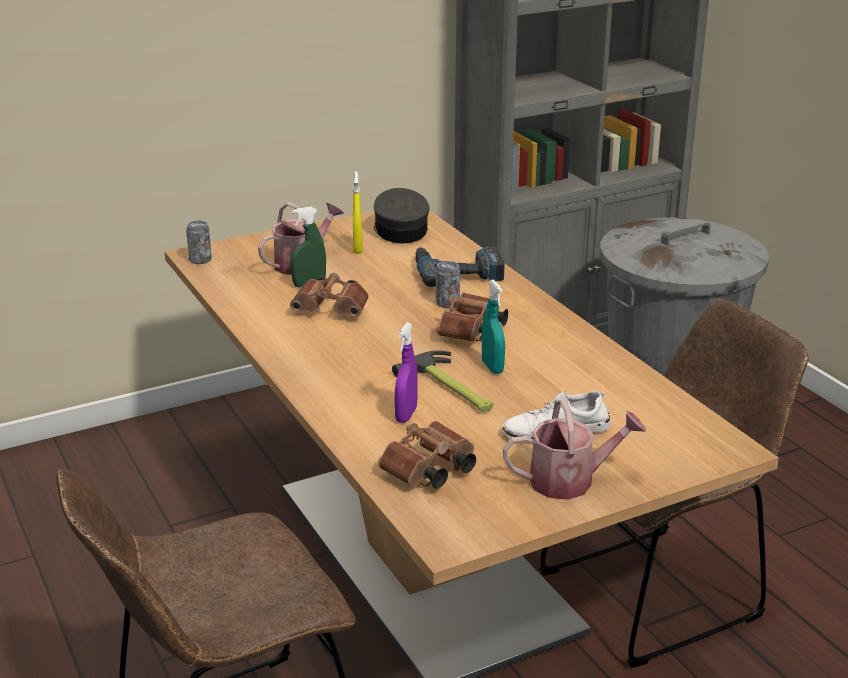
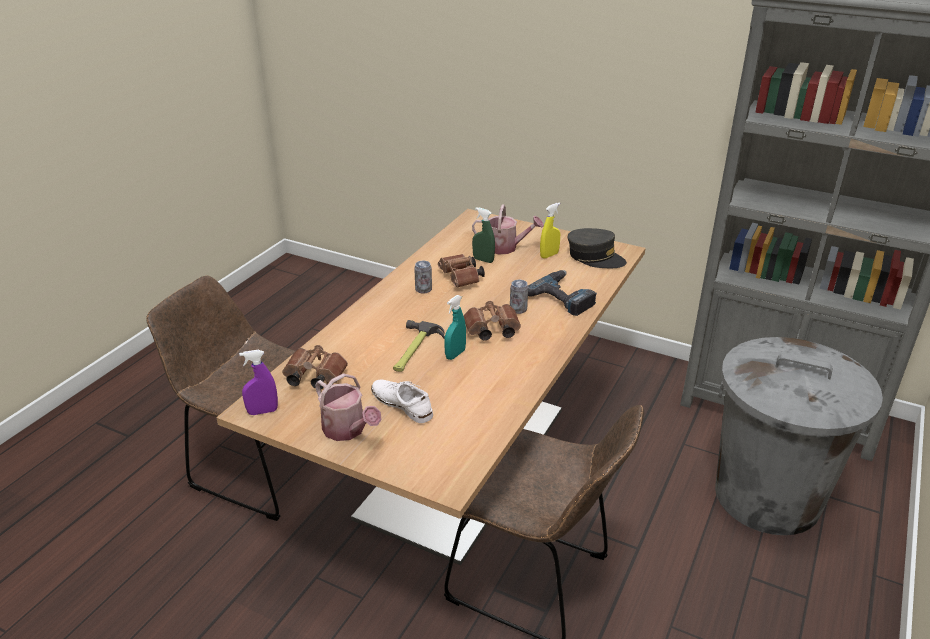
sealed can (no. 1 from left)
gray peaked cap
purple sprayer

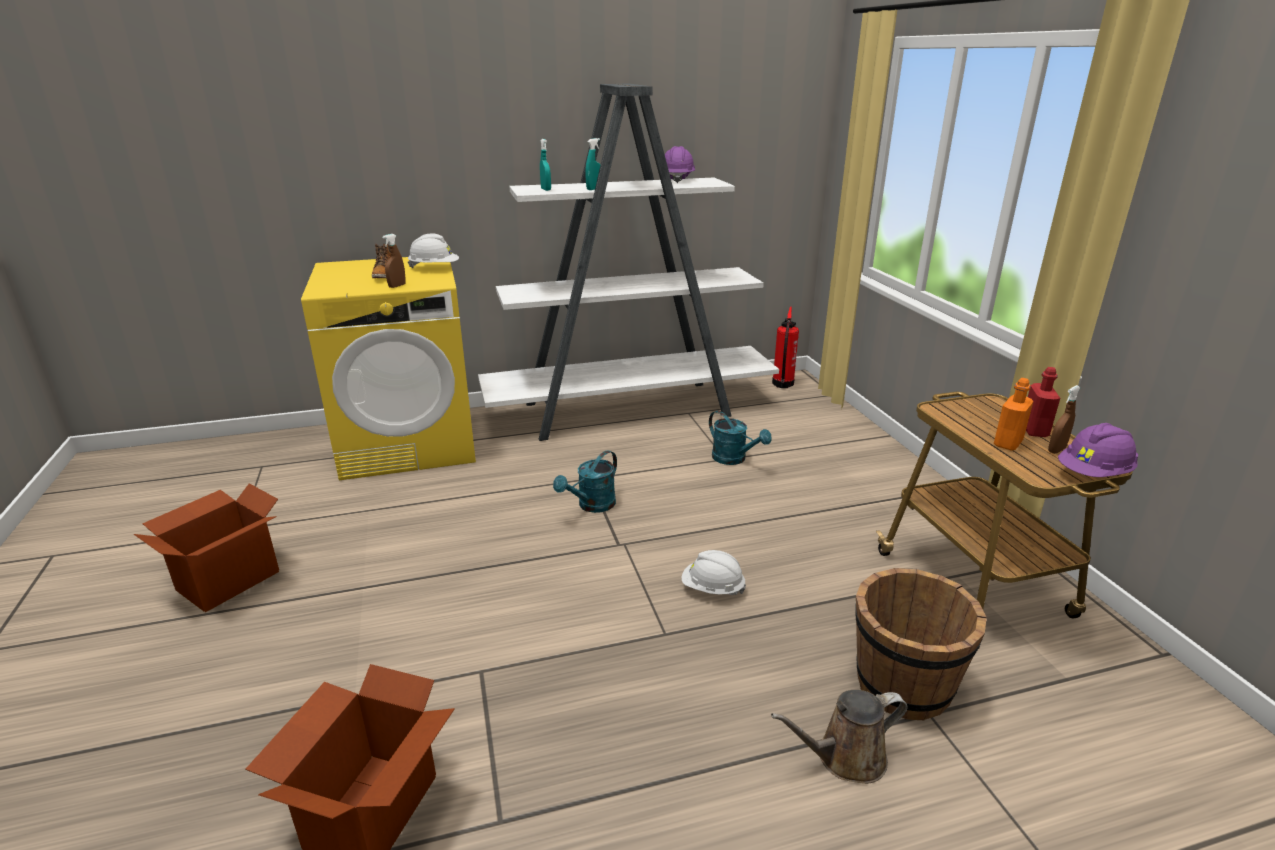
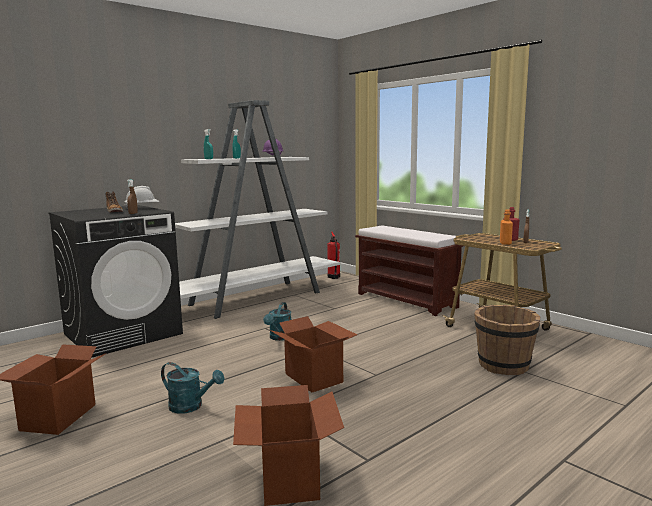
blackish laundry machine
white-coloured safety helmet (no. 2 from left in the first image)
turquoise sprinkling can (no. 1 from left)
brownish sprinkling can
purple safety helmet (no. 2 from left in the first image)
cardboard box (no. 3 from left)
brownish indoor bench

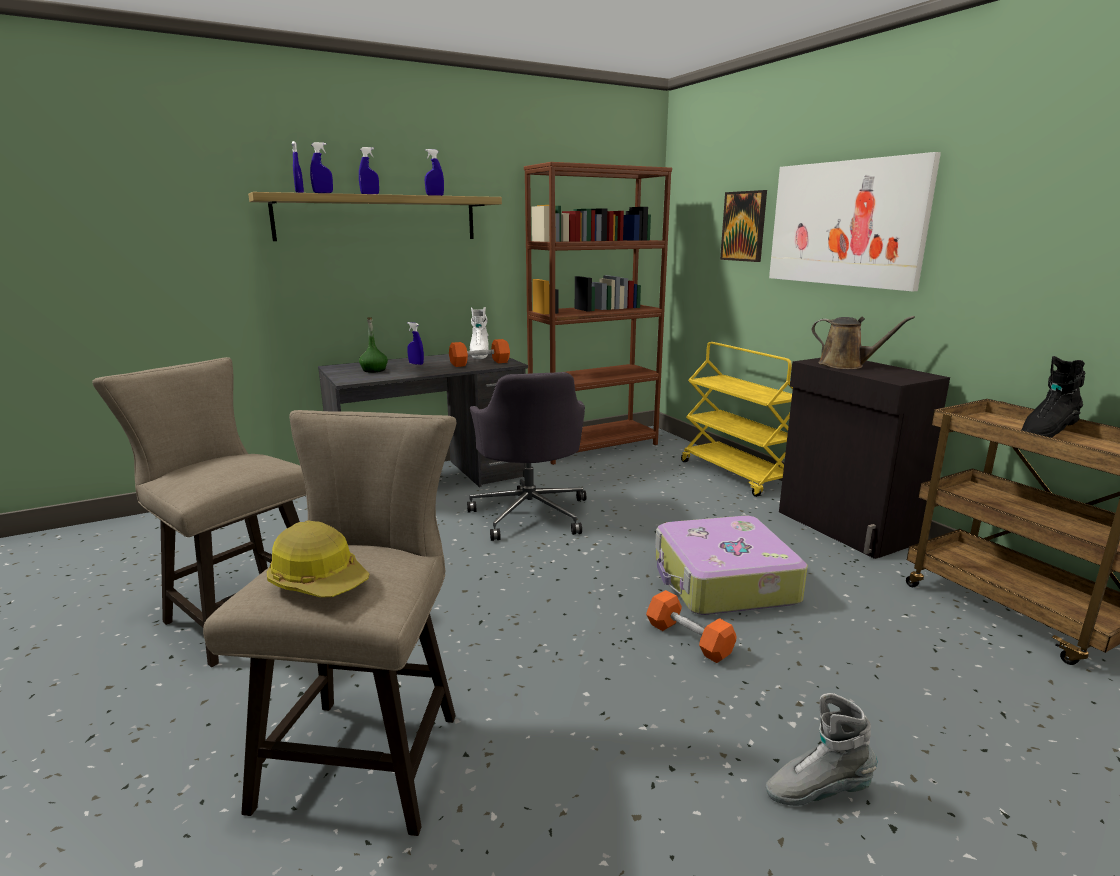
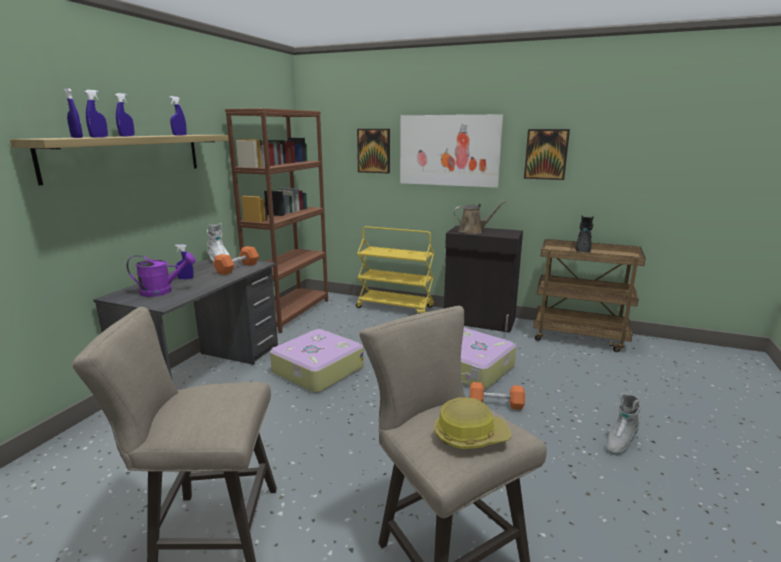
purple sprinkling can
piece of luggage (no. 1 from left)
wall picture (no. 3 from left)

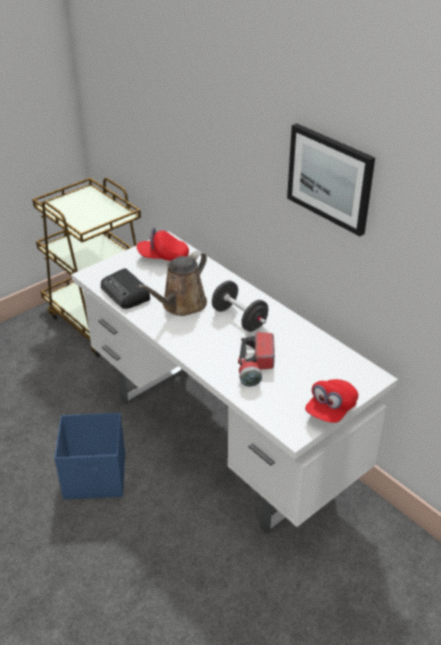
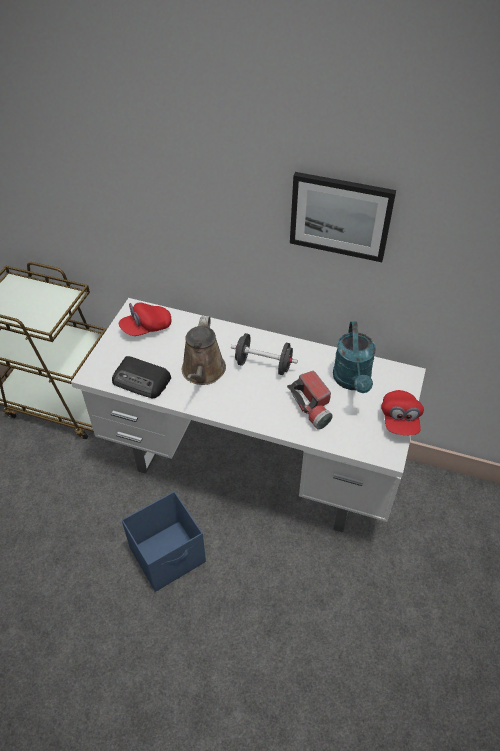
turquoise sprinkling can

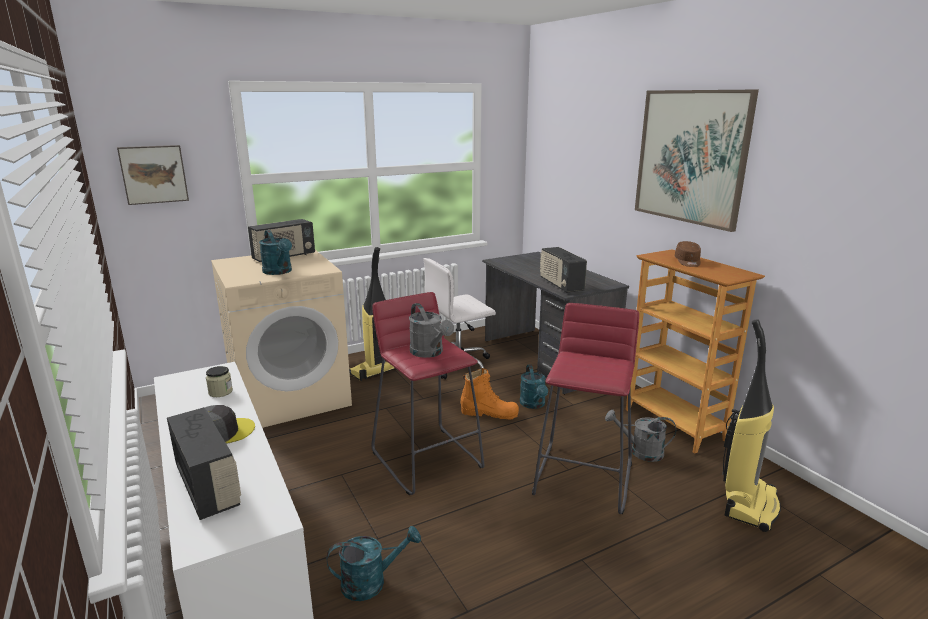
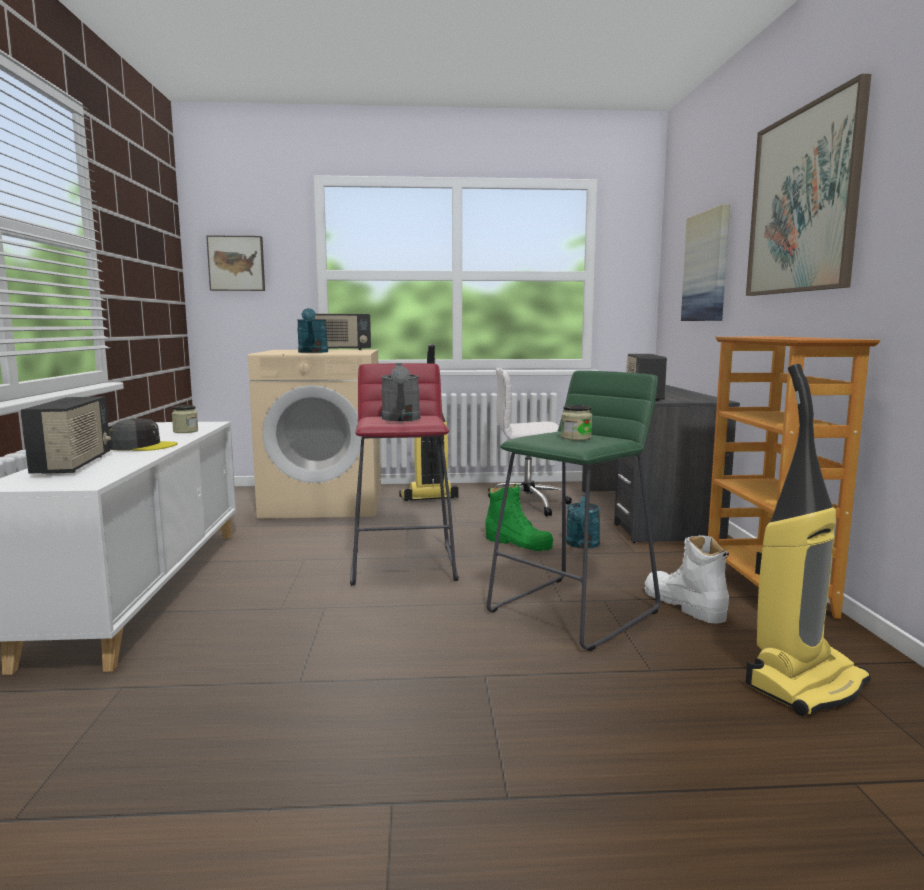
turquoise sprinkling can (no. 2 from left in the first image)
green-coloured tall boot
green-coloured stool seat
white-coloured tall boot
brownish peaked cap
jar (no. 2 from left)
wall picture (no. 2 from left)

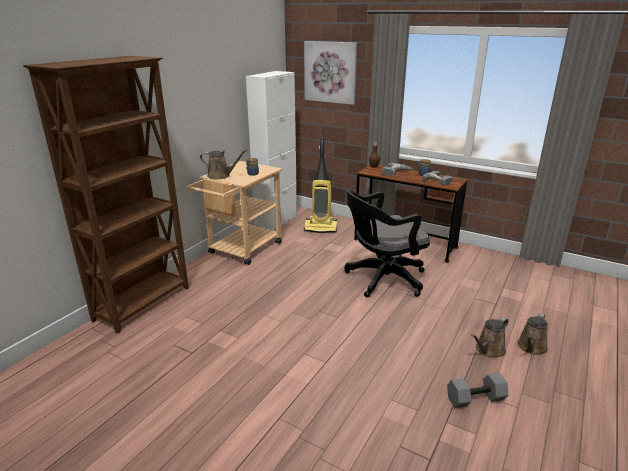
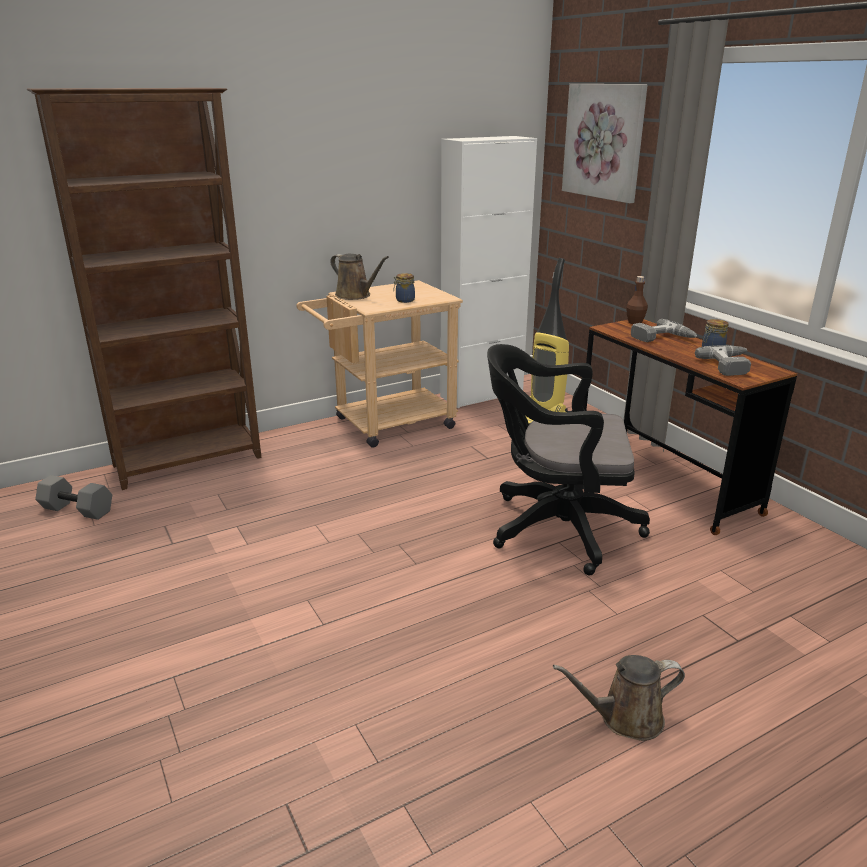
gray hand weight
brownish sprinkling can (no. 3 from left in the first image)

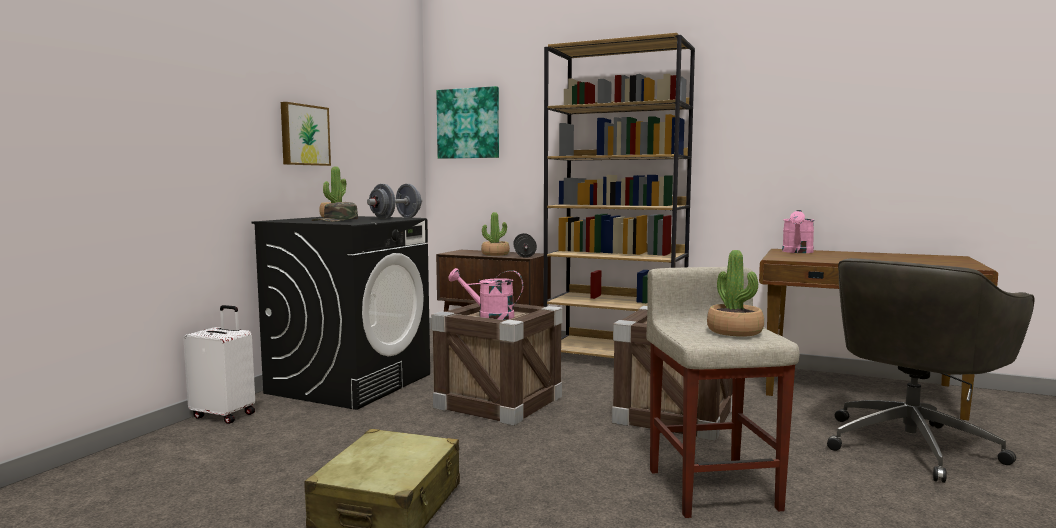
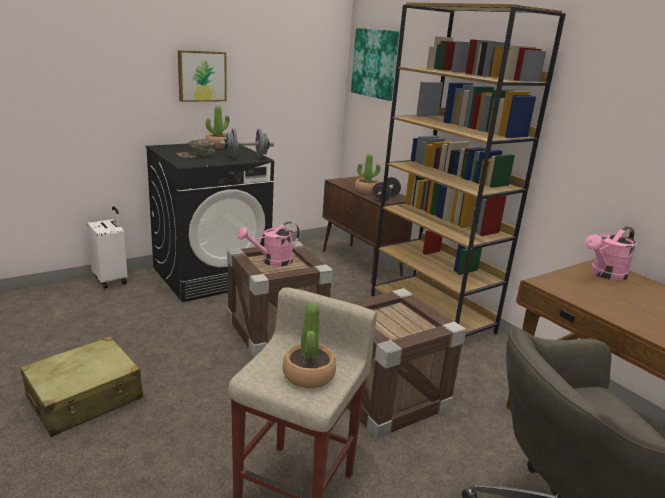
pinkish sprinkling can (no. 1 from left)

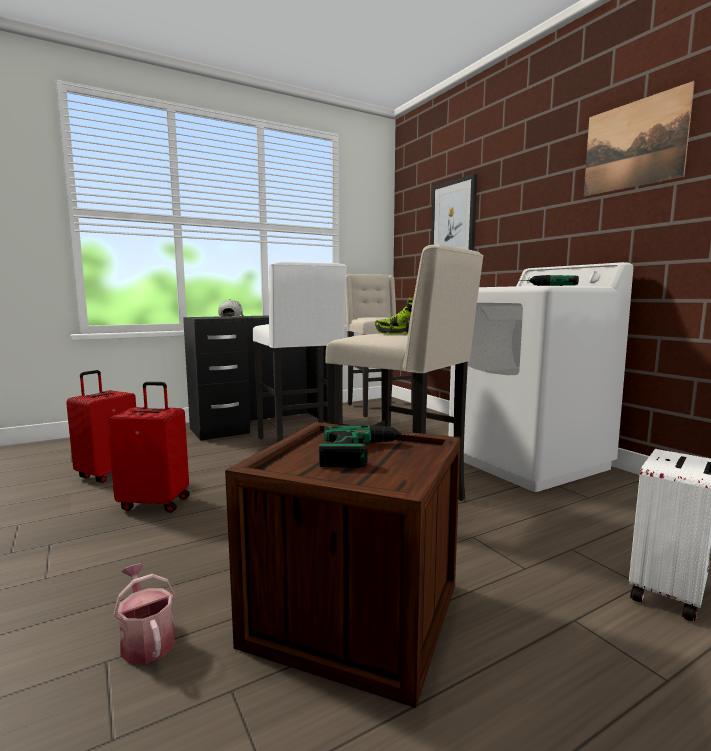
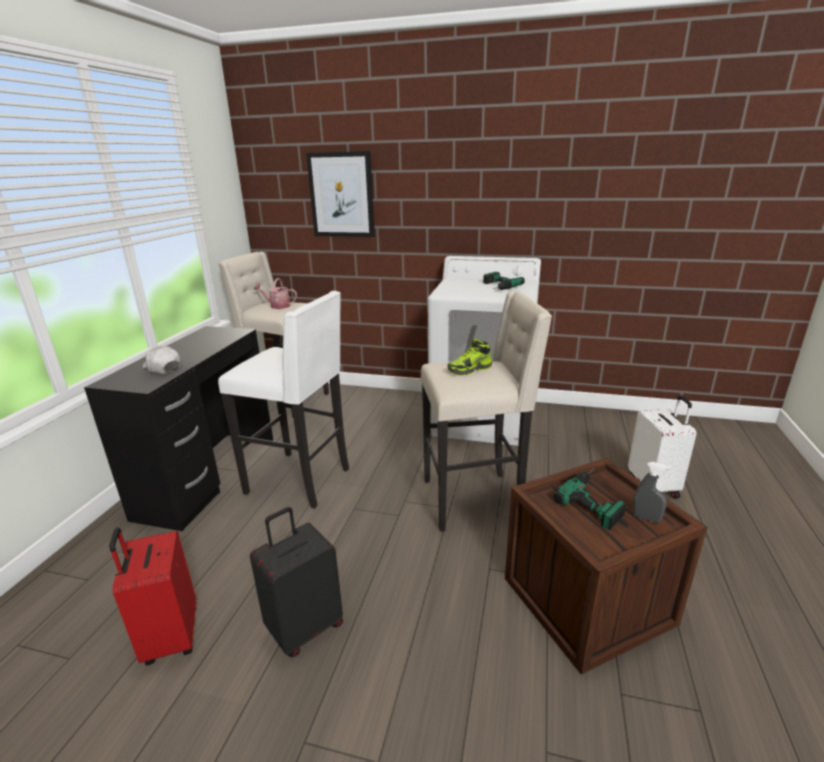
blackish piece of luggage
sprinkling can
wall picture (no. 2 from left in the first image)
gray sprayer

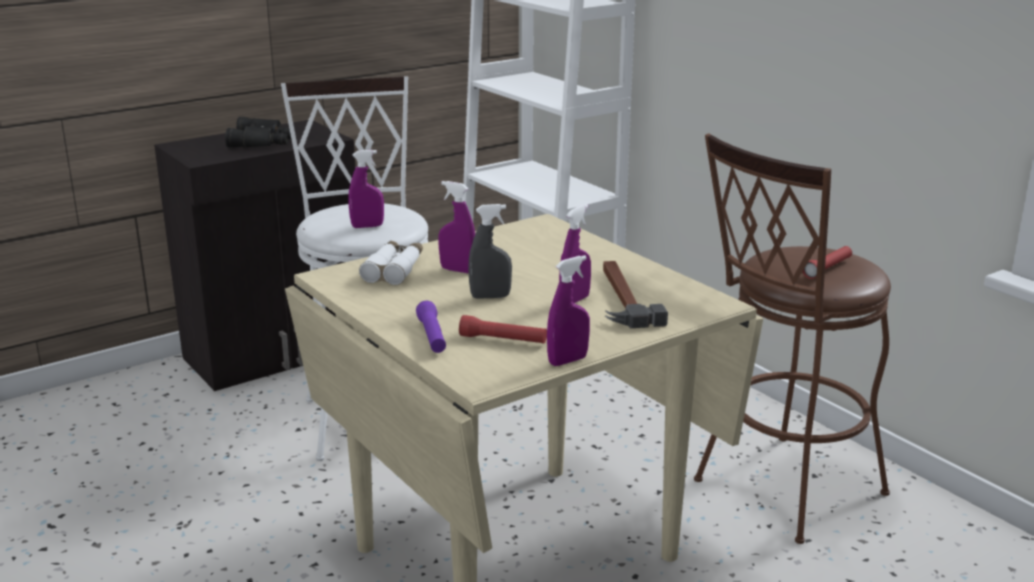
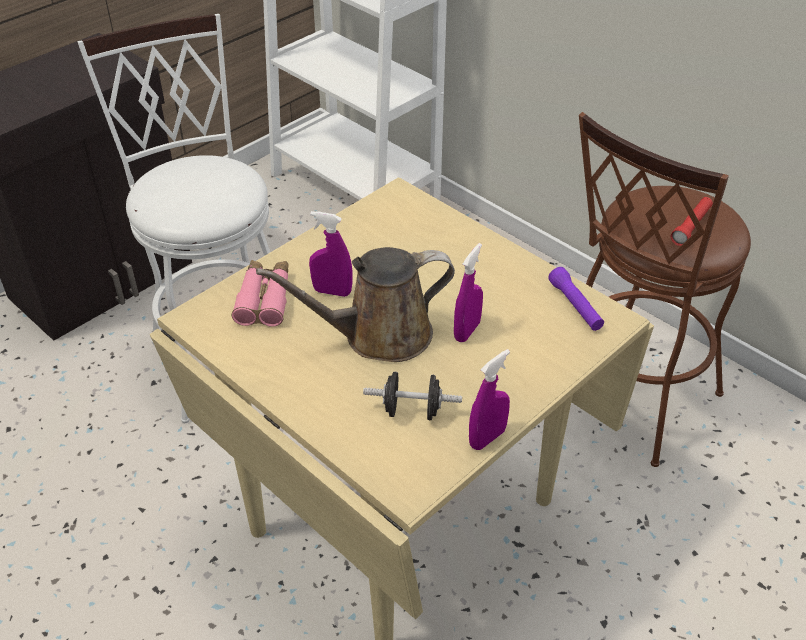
blackish pair of binoculars
purple sprayer (no. 1 from left in the first image)
pinkish pair of binoculars
purple hand torch
blackish hand weight
brownish sprinkling can
hand hammer

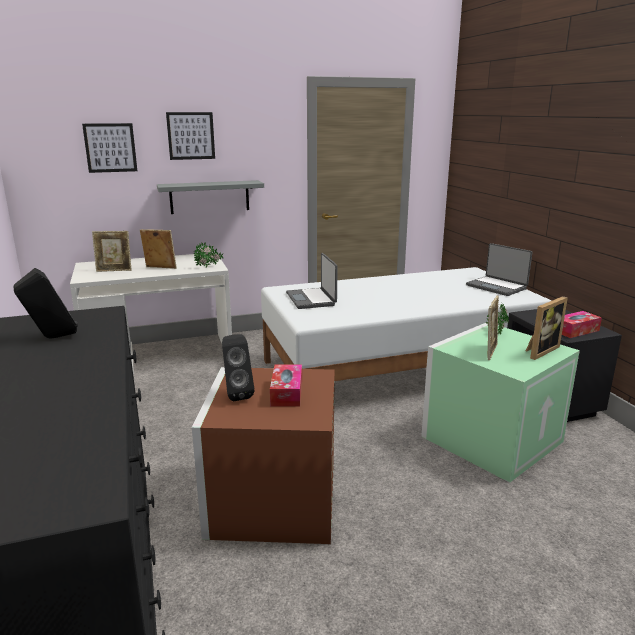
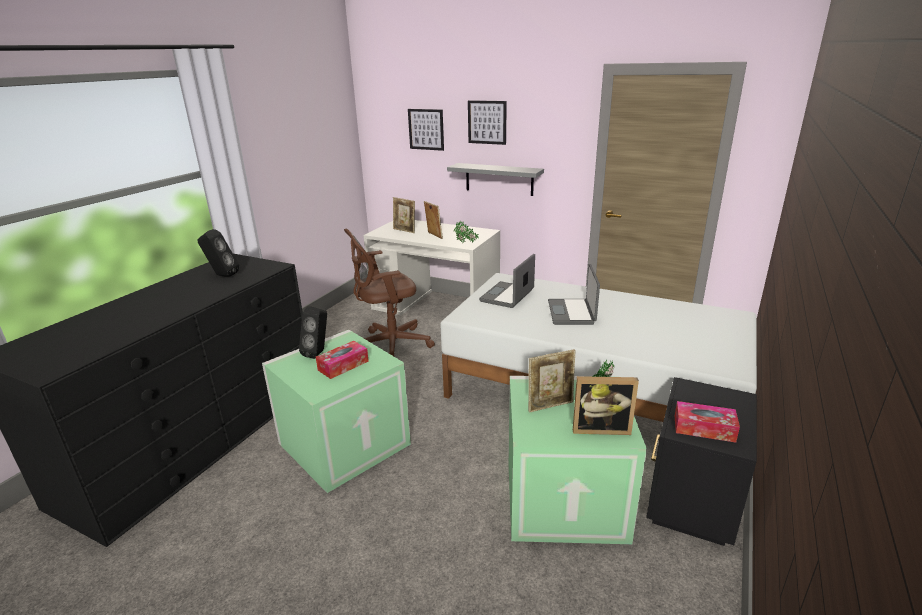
green-coloured storage bin (no. 1 from left)
portable computer (no. 2 from left)
brownish computer chair

